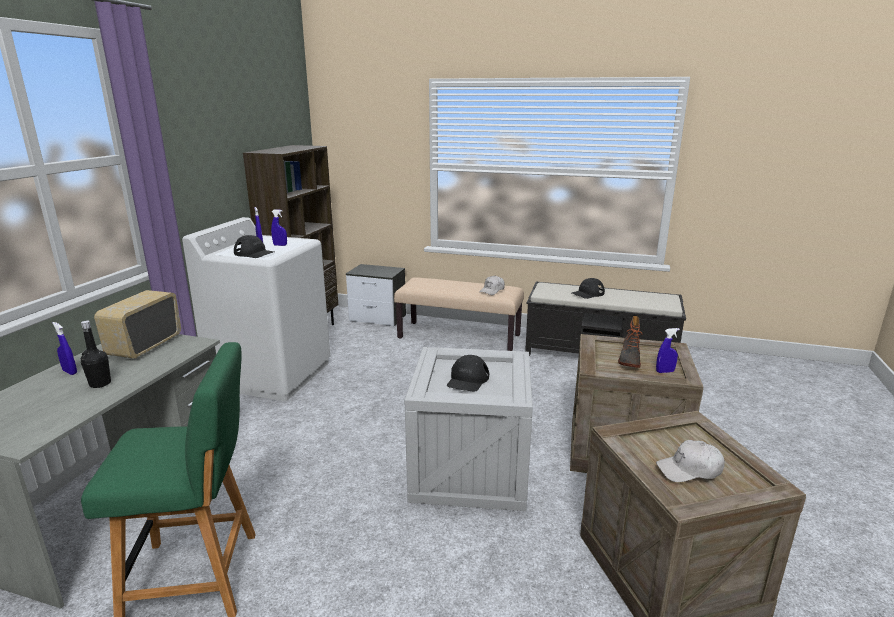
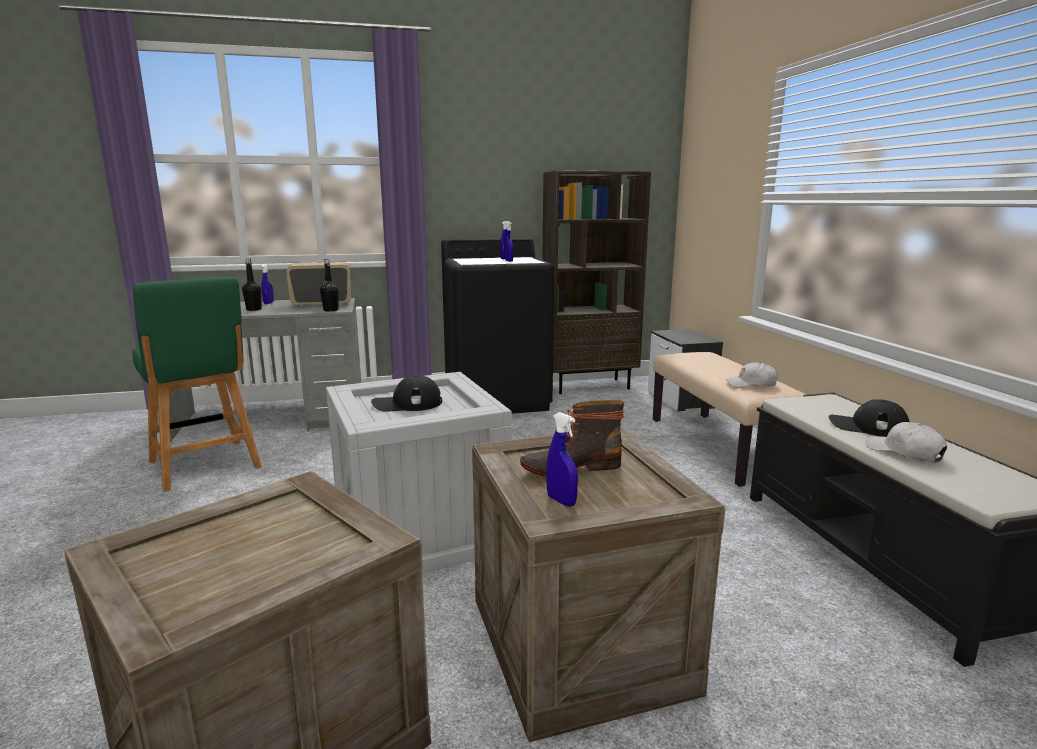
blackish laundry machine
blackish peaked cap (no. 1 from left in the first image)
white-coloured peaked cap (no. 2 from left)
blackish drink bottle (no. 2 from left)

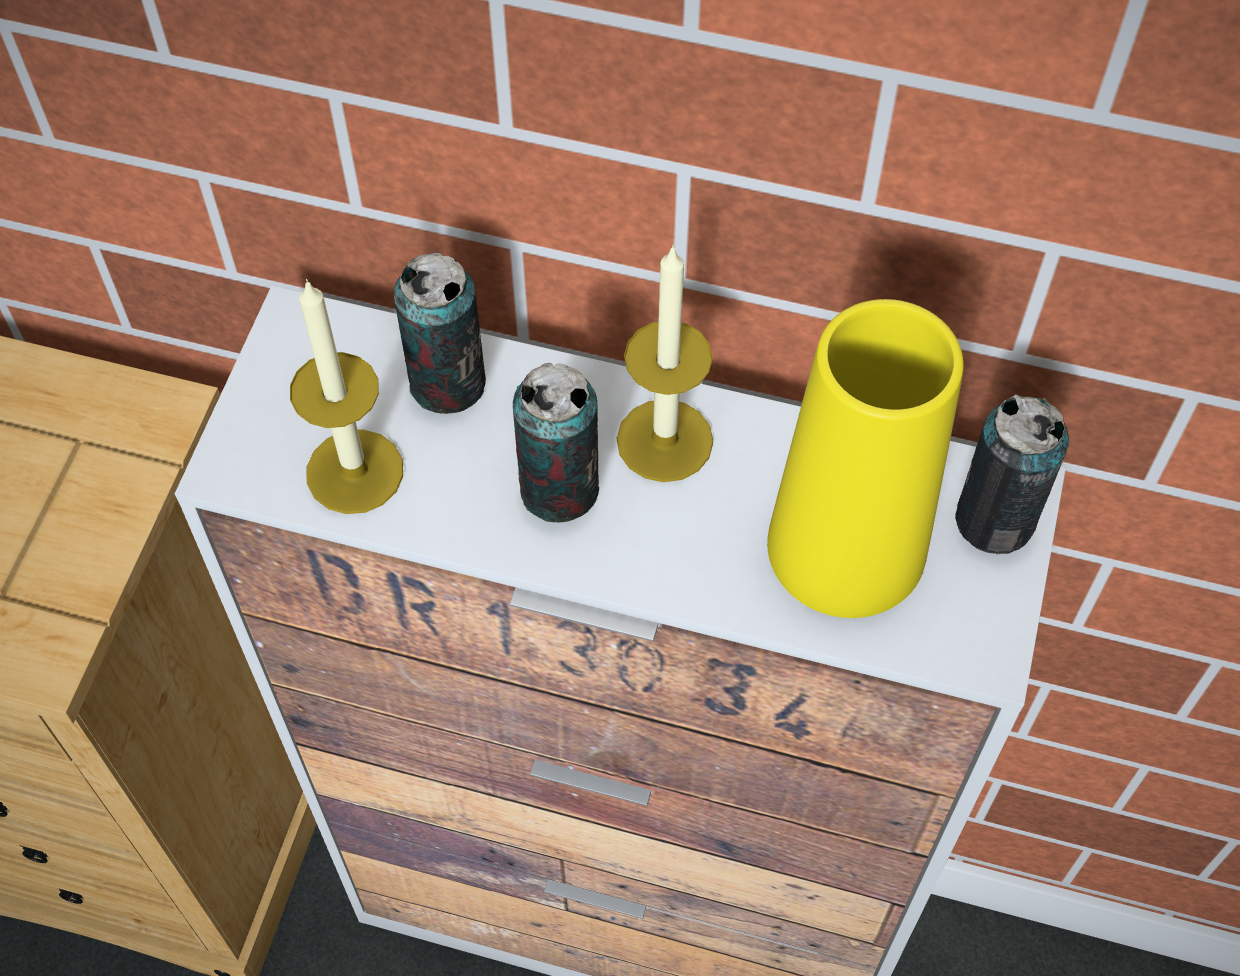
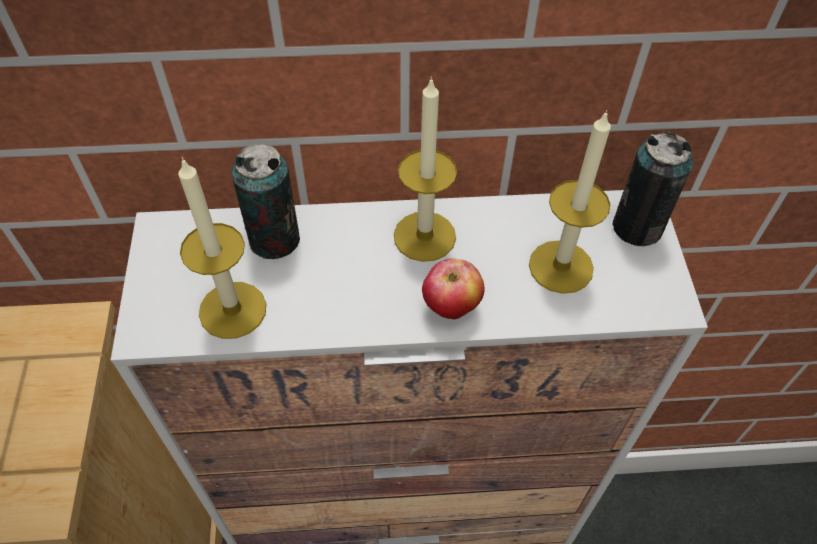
sealed can (no. 2 from left in the first image)
candle (no. 3 from left)
whole apple

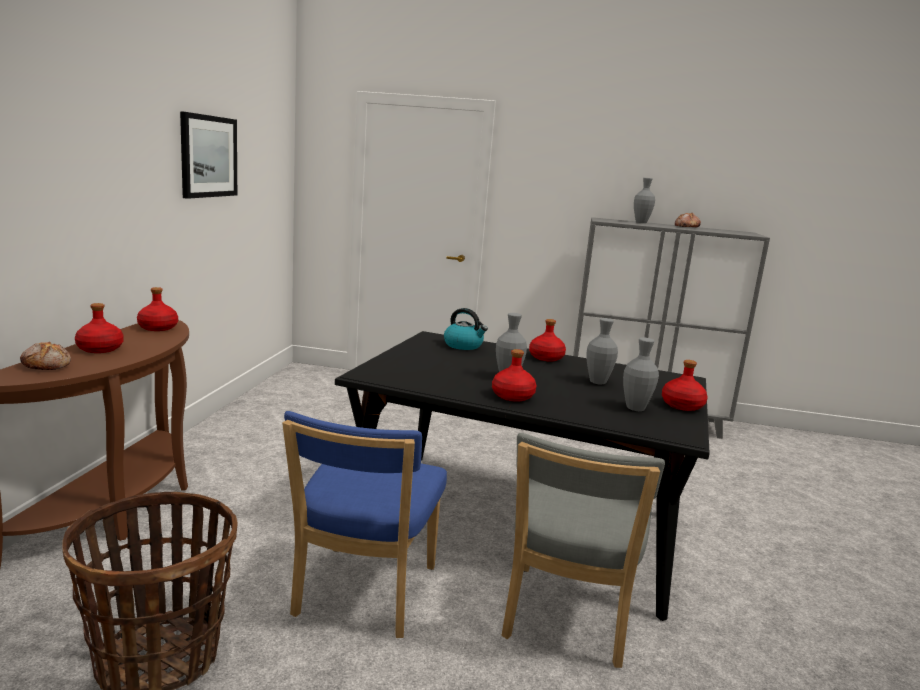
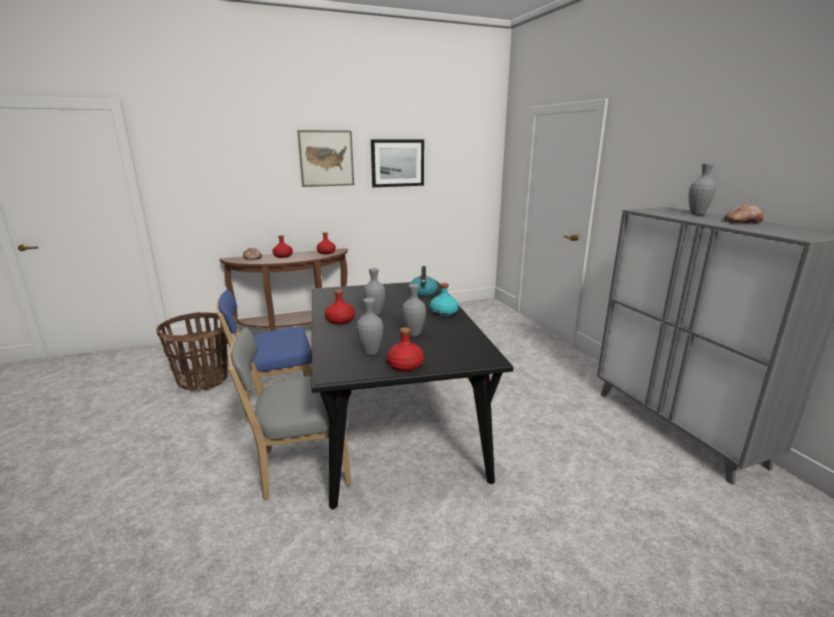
turquoise drink bottle
wall picture (no. 1 from left)

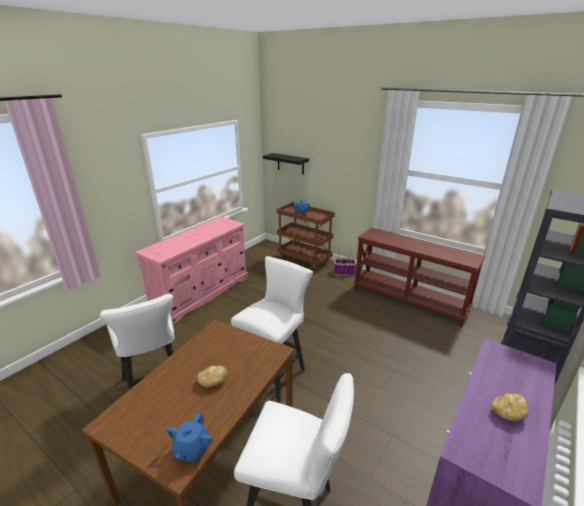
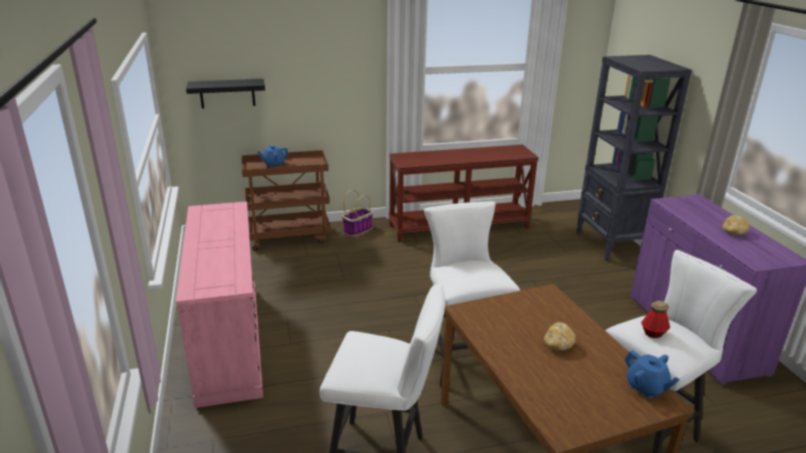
drink bottle

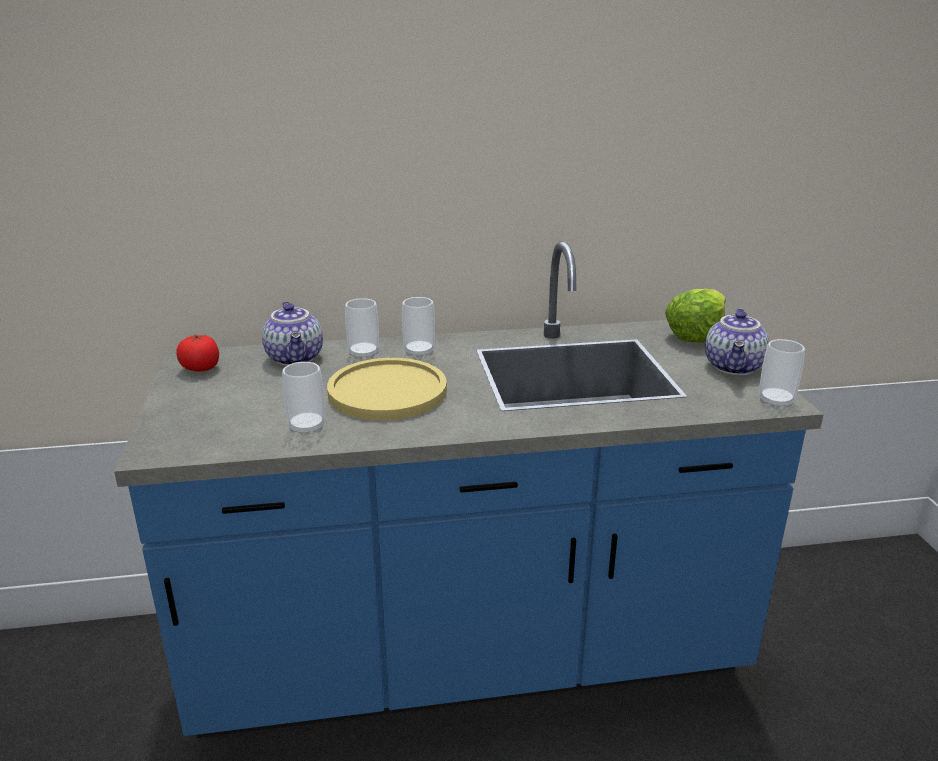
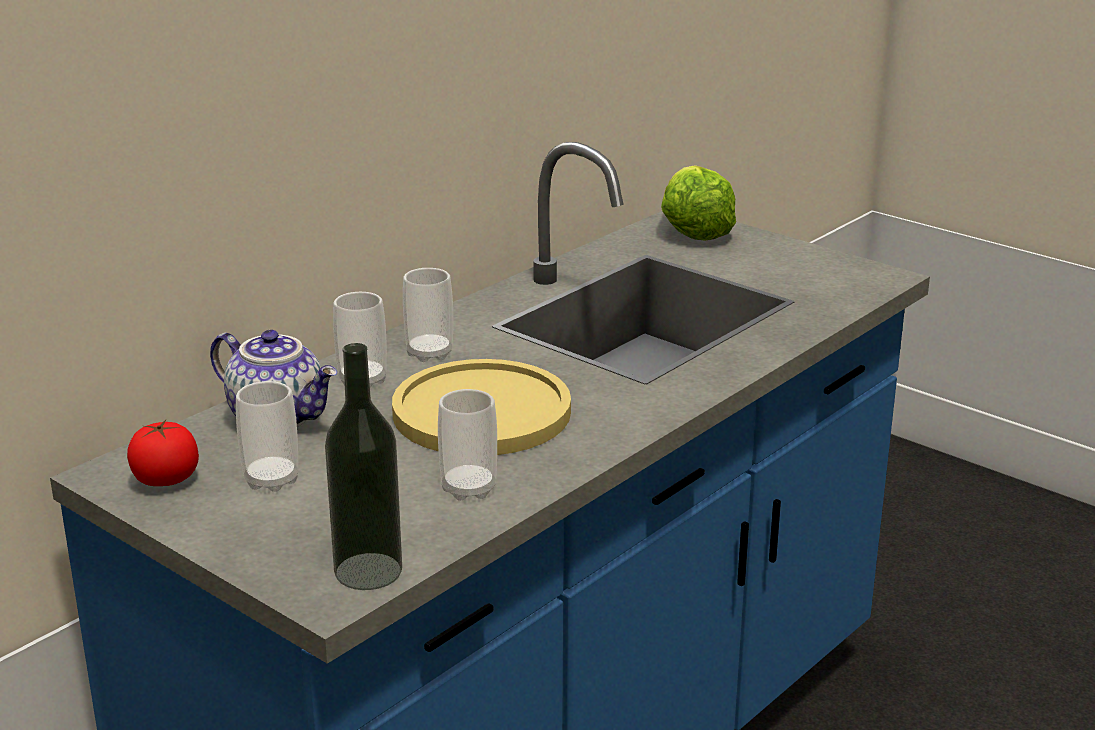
pot for tea (no. 2 from left in the first image)
small cup (no. 1 from left)
drink bottle

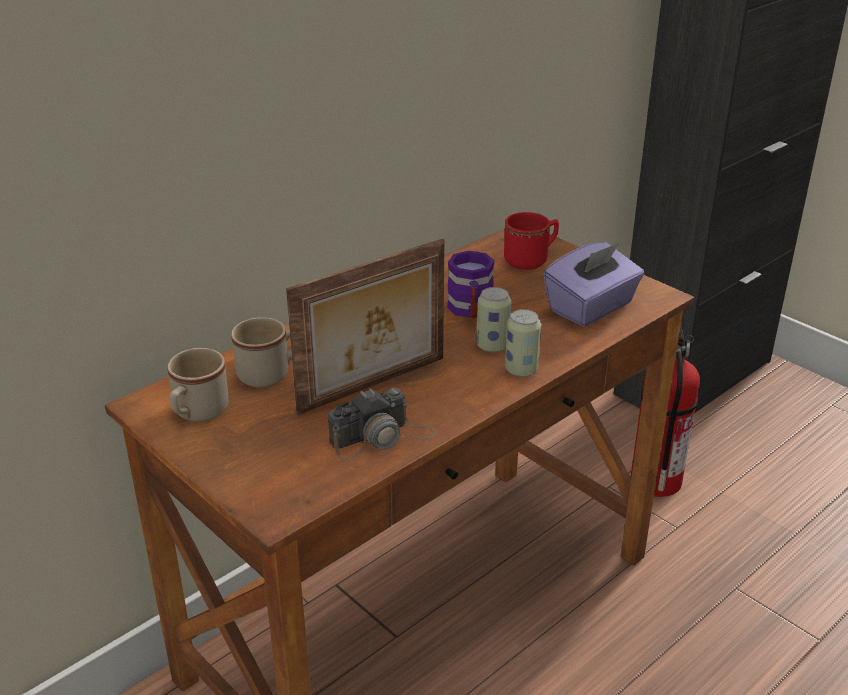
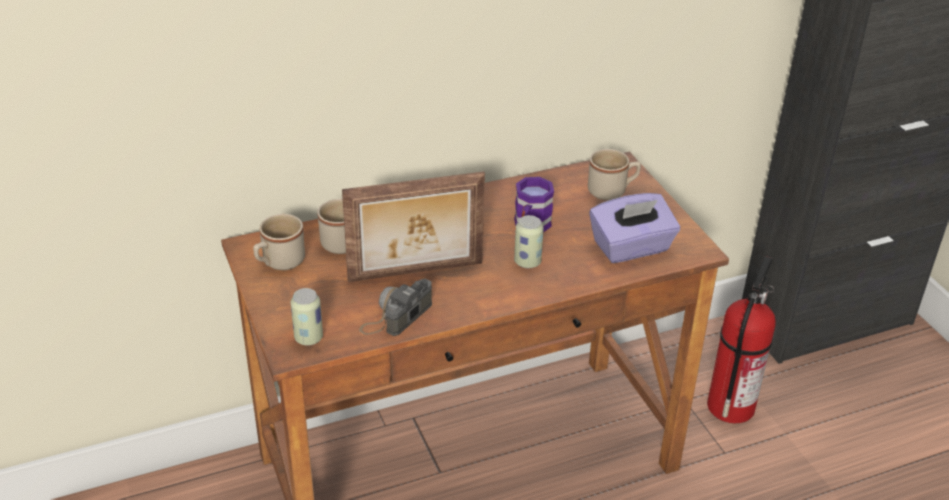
still camera
beige tea mug (no. 3 from left)
sealed can (no. 1 from left)

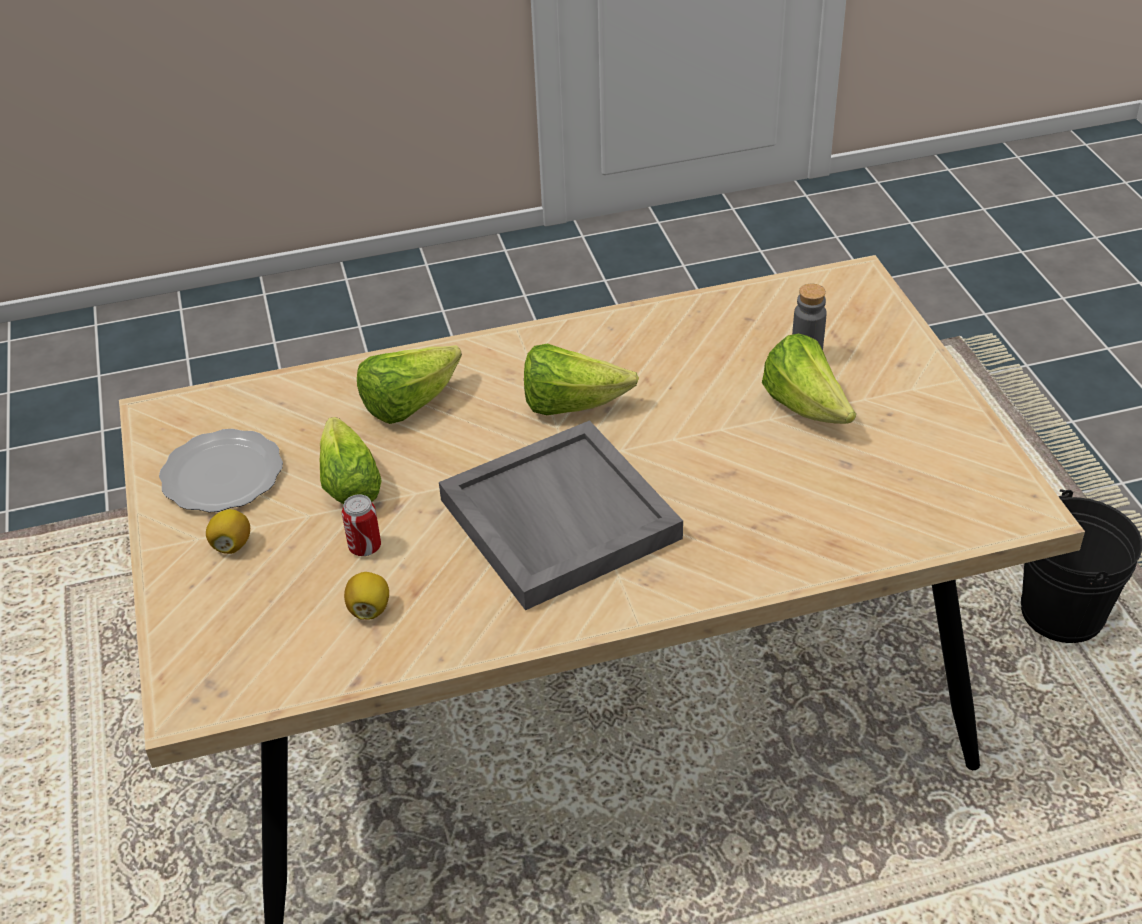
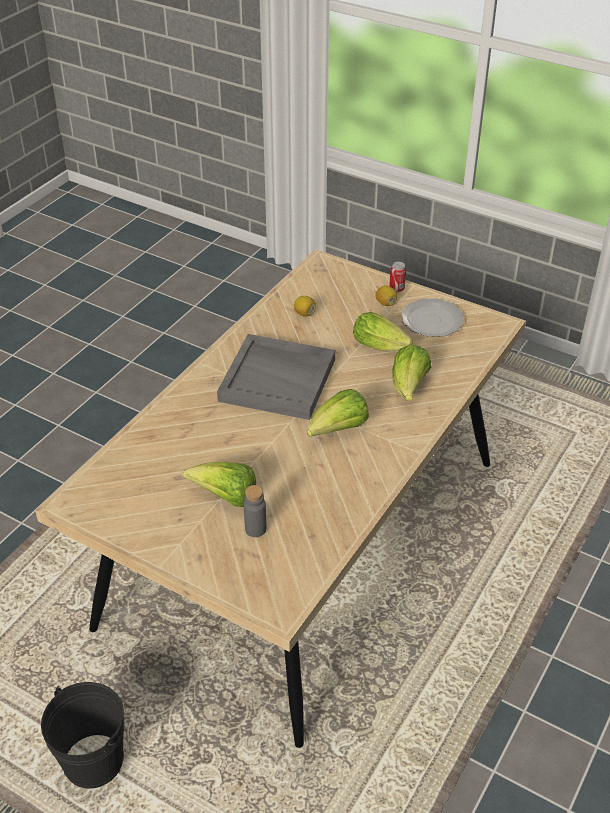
sealed can

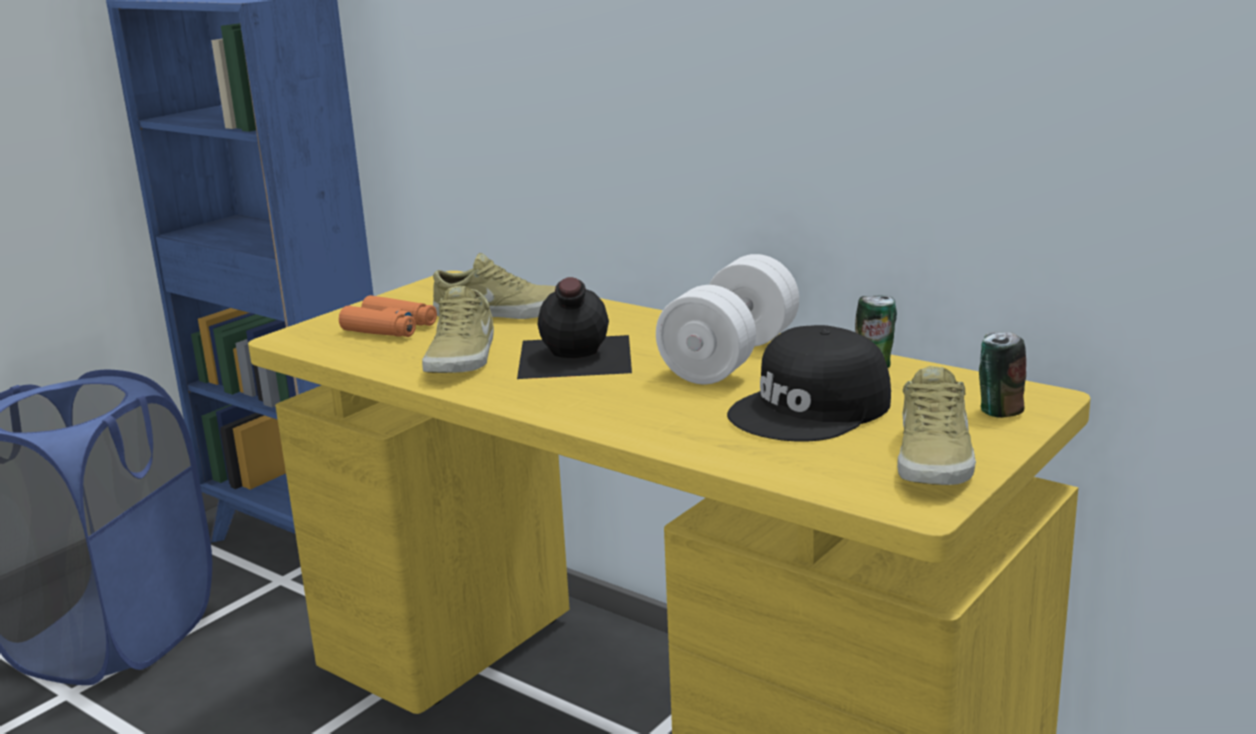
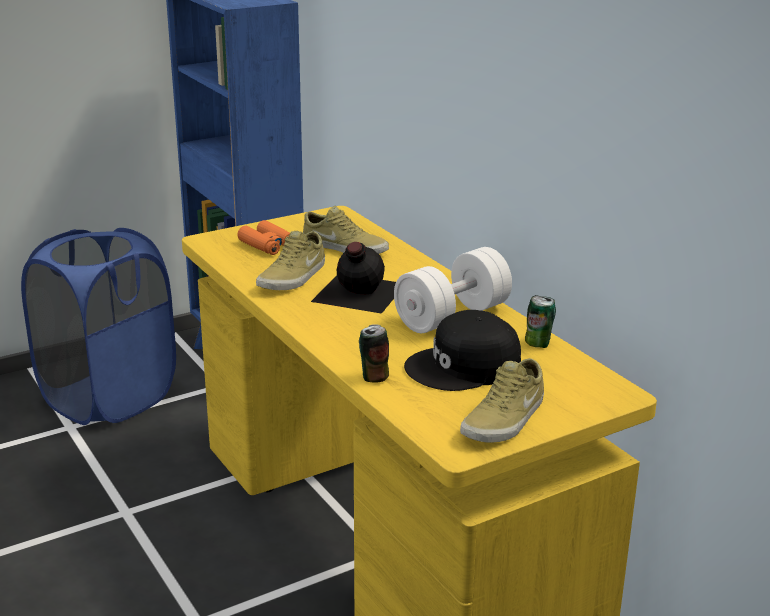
sealed can (no. 1 from left)

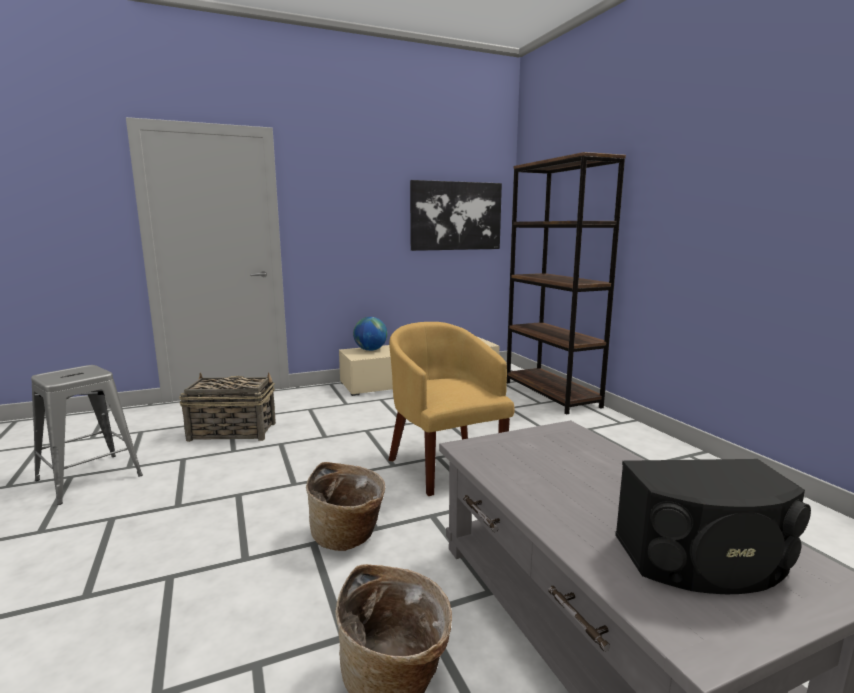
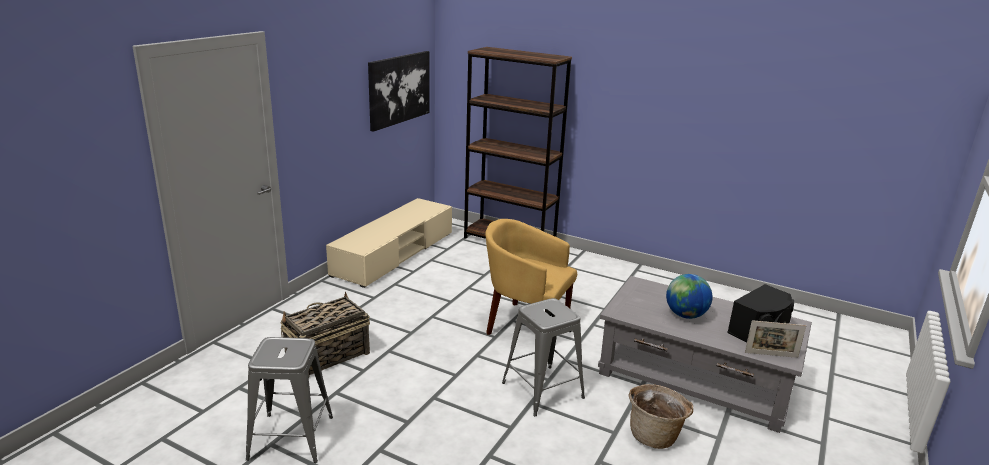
gray stool seat (no. 2 from left)
desk globe
picture frame

